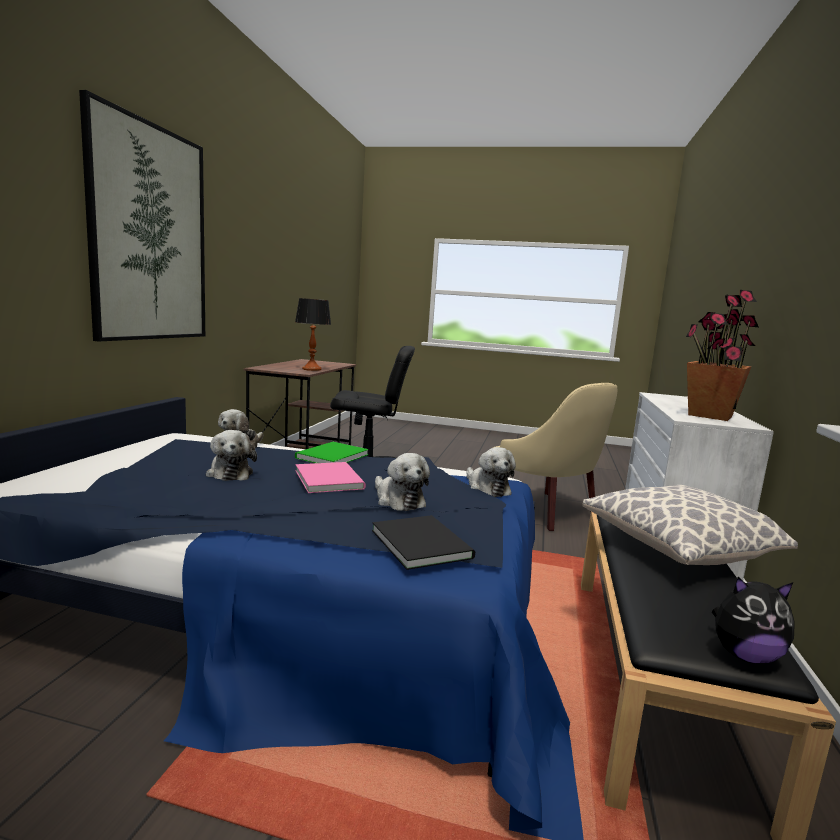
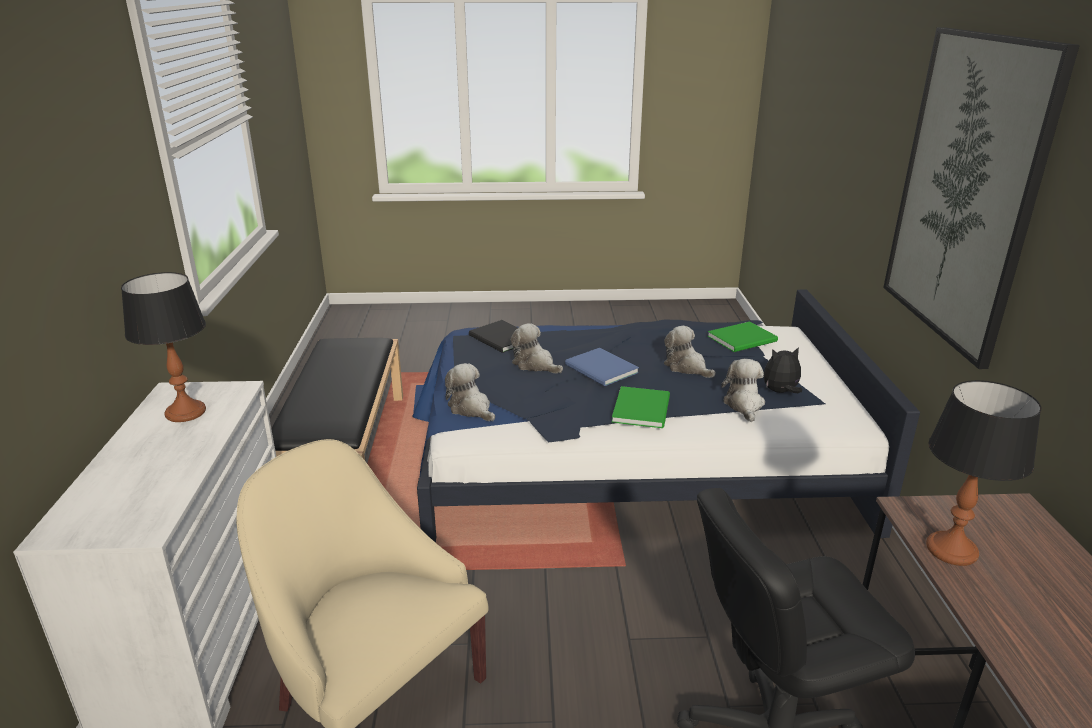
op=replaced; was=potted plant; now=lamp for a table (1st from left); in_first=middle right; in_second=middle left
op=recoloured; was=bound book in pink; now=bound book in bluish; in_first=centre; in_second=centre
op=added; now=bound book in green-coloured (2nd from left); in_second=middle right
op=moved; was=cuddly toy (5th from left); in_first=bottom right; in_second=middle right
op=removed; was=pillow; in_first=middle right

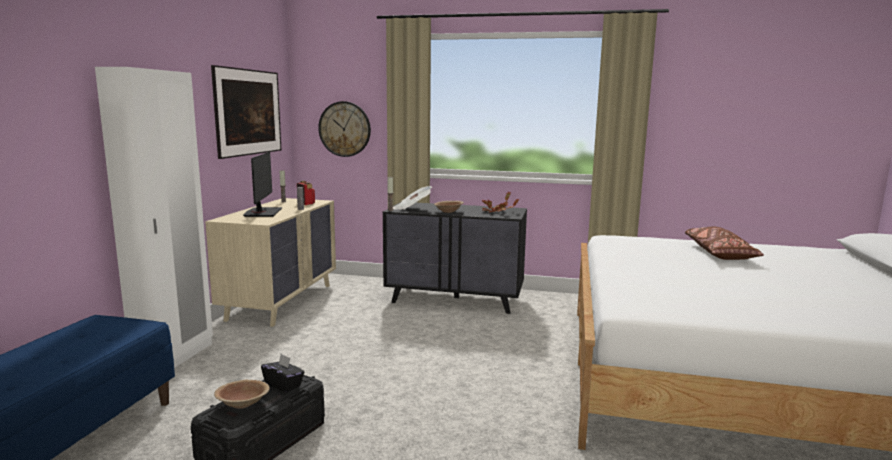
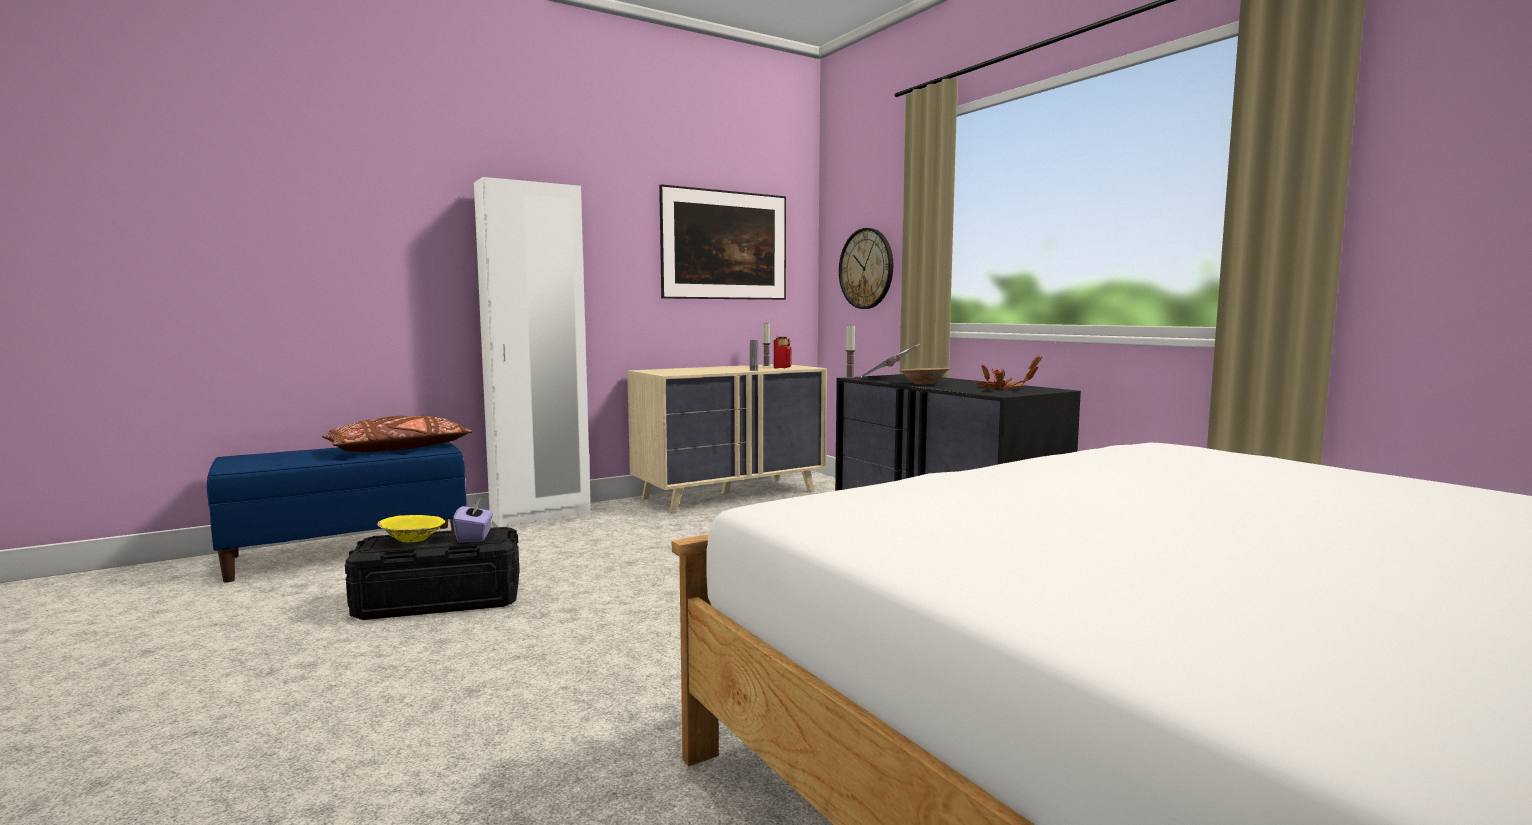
op=moved; was=pillow in brown-coloured; in_first=middle right; in_second=middle left
op=recoloured; was=serving bowl in brown-coloured (1st from left); now=serving bowl in yellow-coloured; in_first=bottom left; in_second=middle left
op=recoloured; was=tissue holder in black; now=tissue holder in purple-coloured; in_first=bottom left; in_second=middle left
op=removed; was=computer screen; in_first=middle left

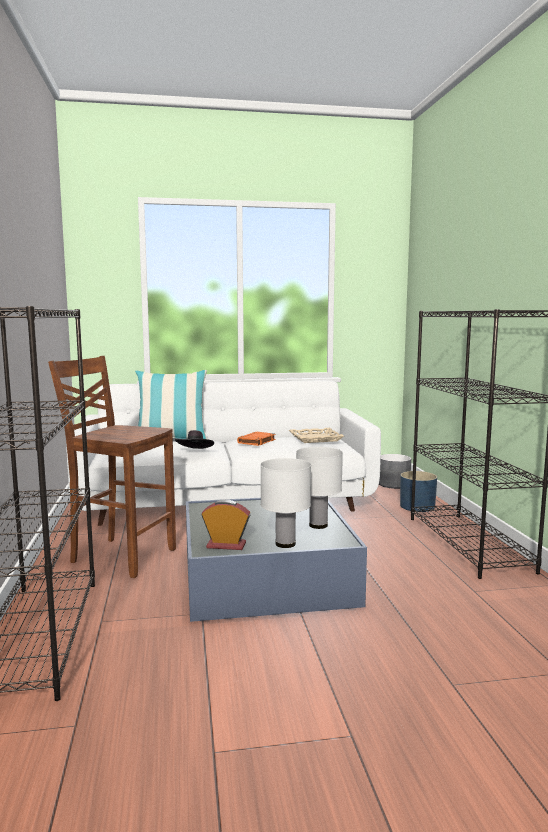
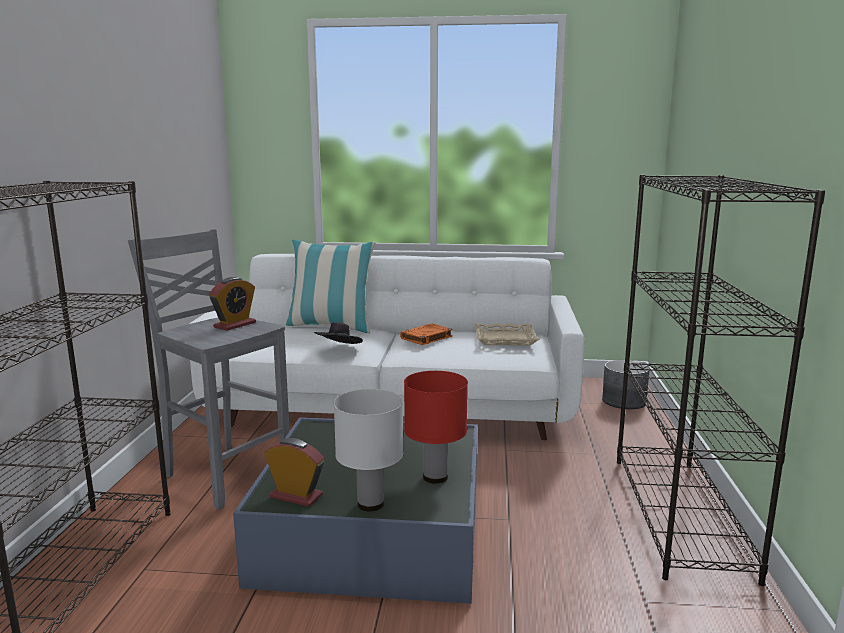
op=recoloured; was=sitting stool in brown-coloured; now=sitting stool in gray; in_first=middle left; in_second=middle left
op=added; now=bedside clock (1st from left); in_second=middle left
op=recoloured; was=lamp for a table in white (2nd from left); now=lamp for a table in red; in_first=centre; in_second=bottom centre
op=removed; was=planter in bluish; in_first=middle right

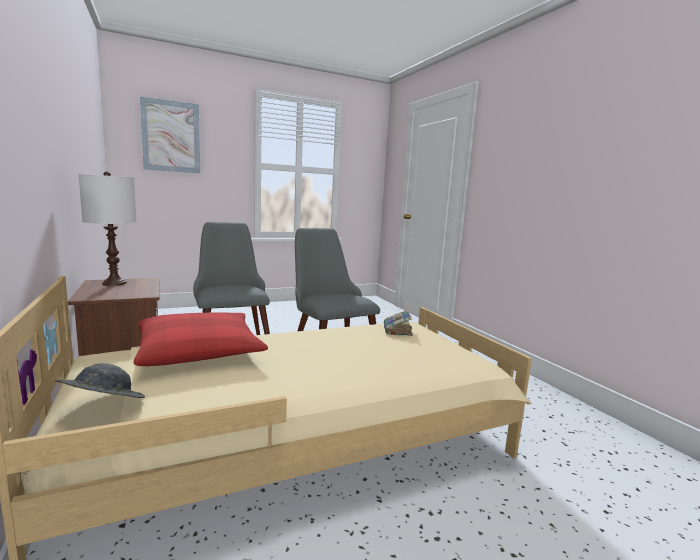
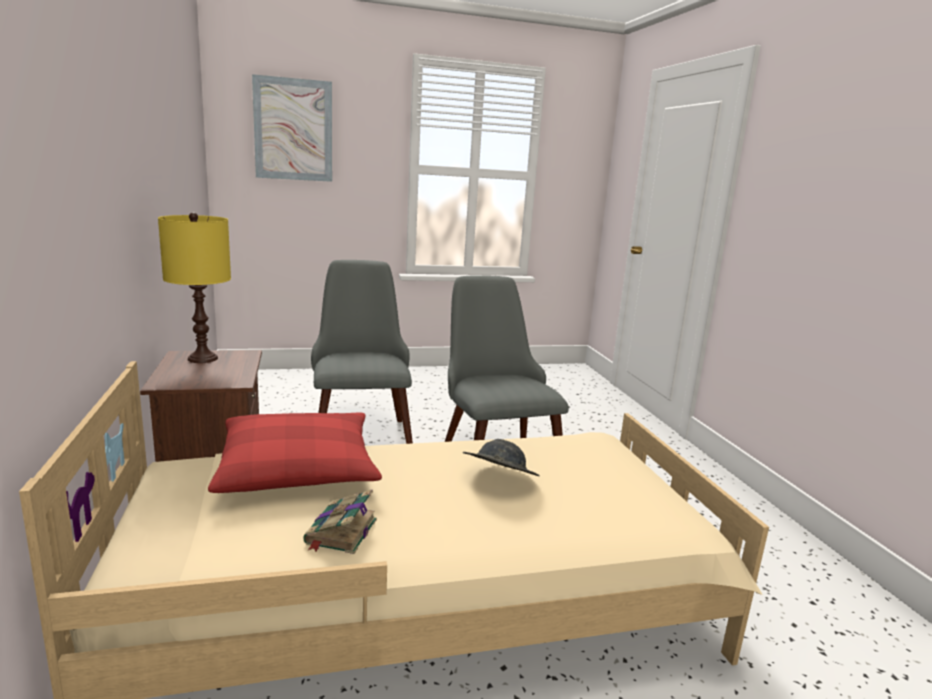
op=recoloured; was=lamp for a table in white; now=lamp for a table in yellow-coloured; in_first=middle left; in_second=middle left
op=moved; was=bound book; in_first=centre; in_second=bottom centre
op=moved; was=clothing hat in gray; in_first=bottom left; in_second=centre

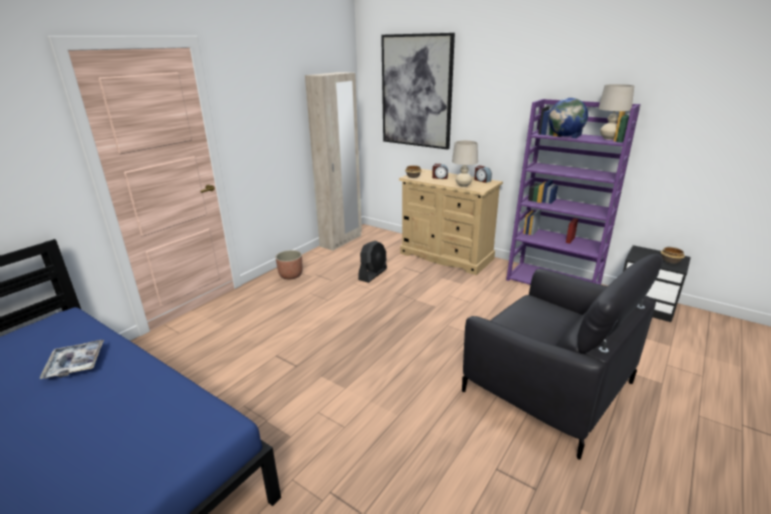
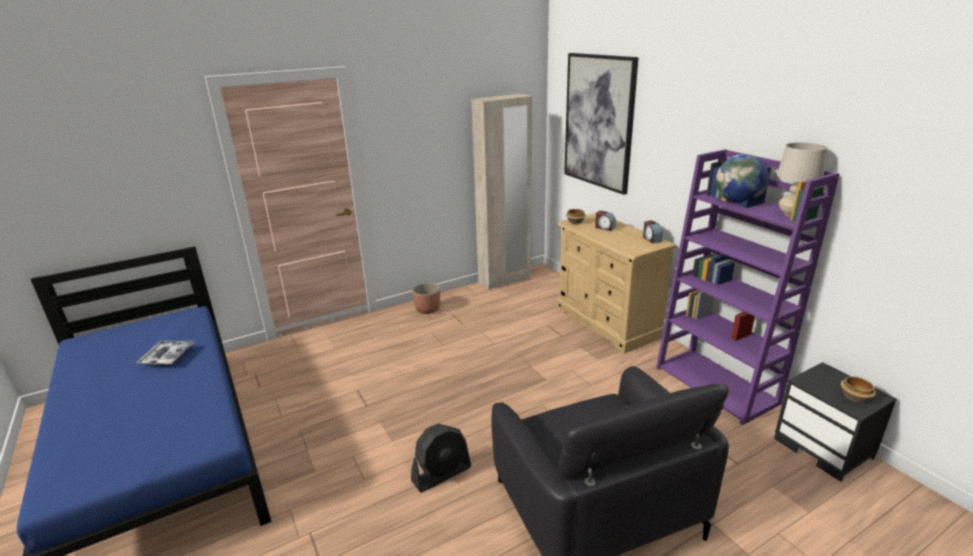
op=moved; was=cooling fan in black; in_first=centre; in_second=bottom centre
op=removed; was=lamp for a table in sand-coloured (1st from left); in_first=top centre

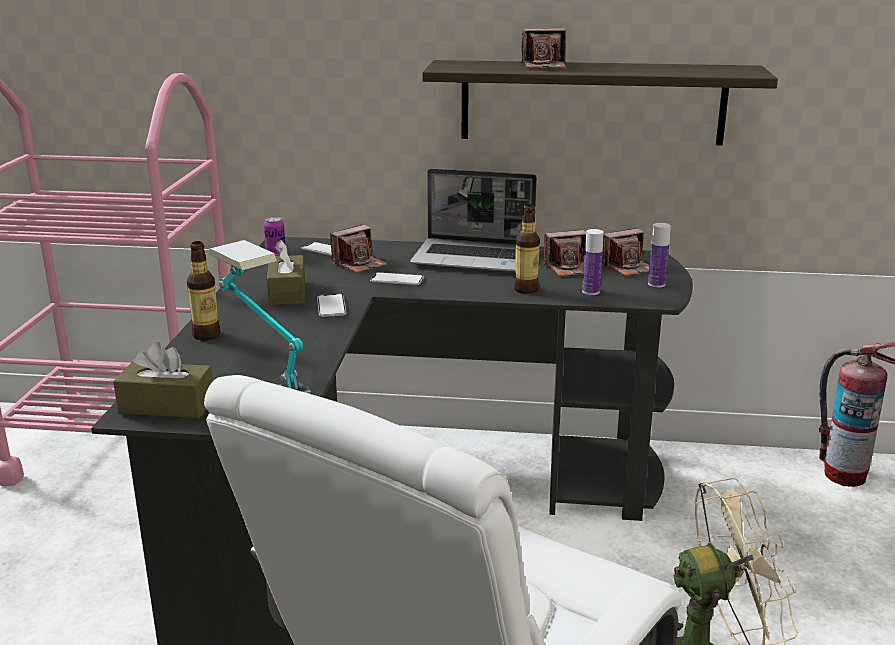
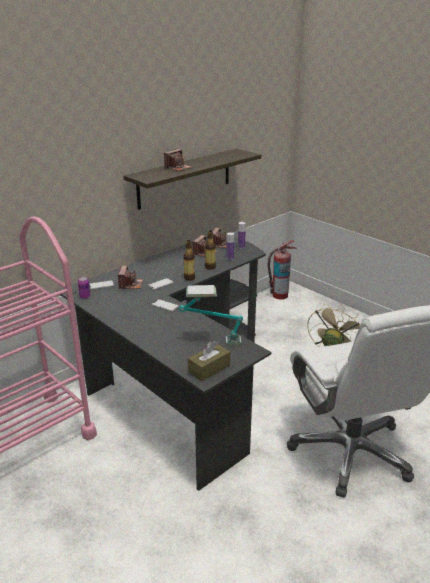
op=moved; was=drink bottle (1st from left); in_first=middle left; in_second=centre
op=removed; was=tissue holder in brown-coloured (2nd from left); in_first=middle left
op=removed; was=portable computer; in_first=centre

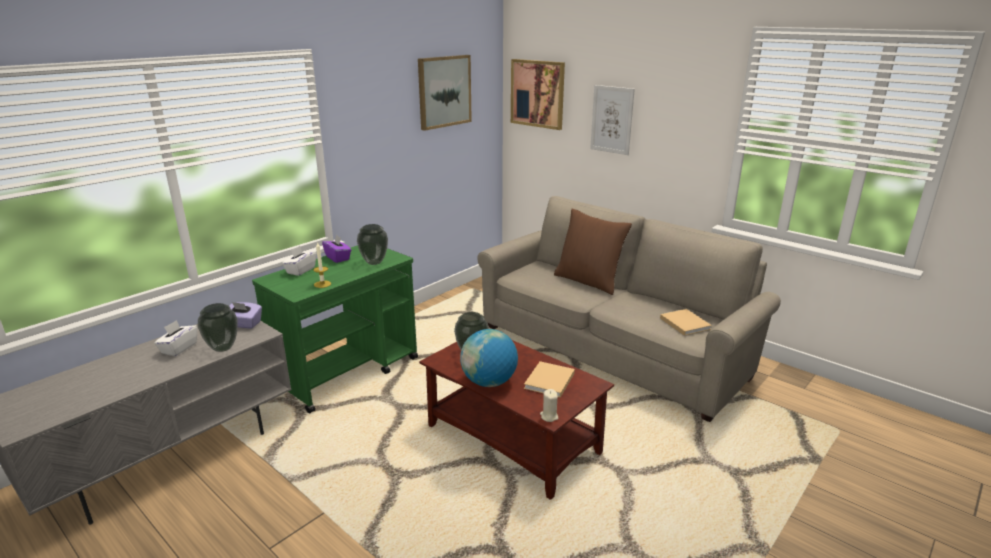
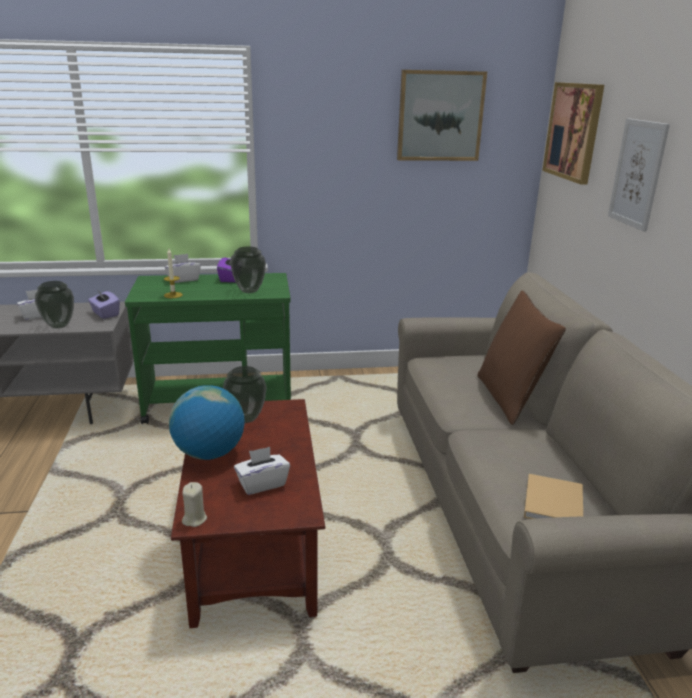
op=replaced; was=bound book in sand-coloured (1st from left); now=tissue holder in white (3rd from left); in_first=bottom centre; in_second=bottom centre

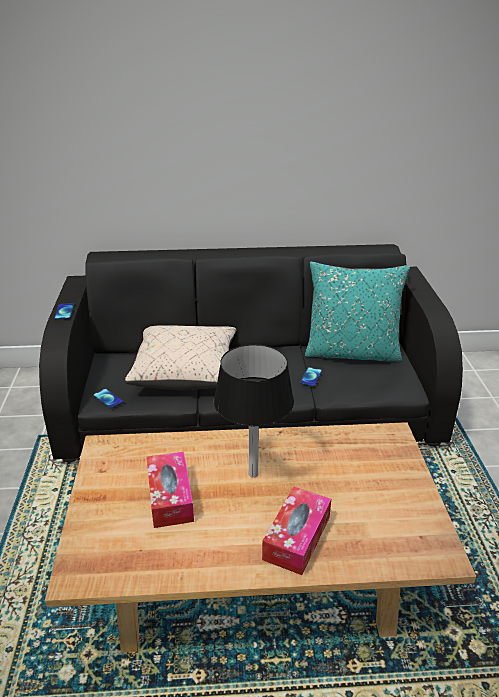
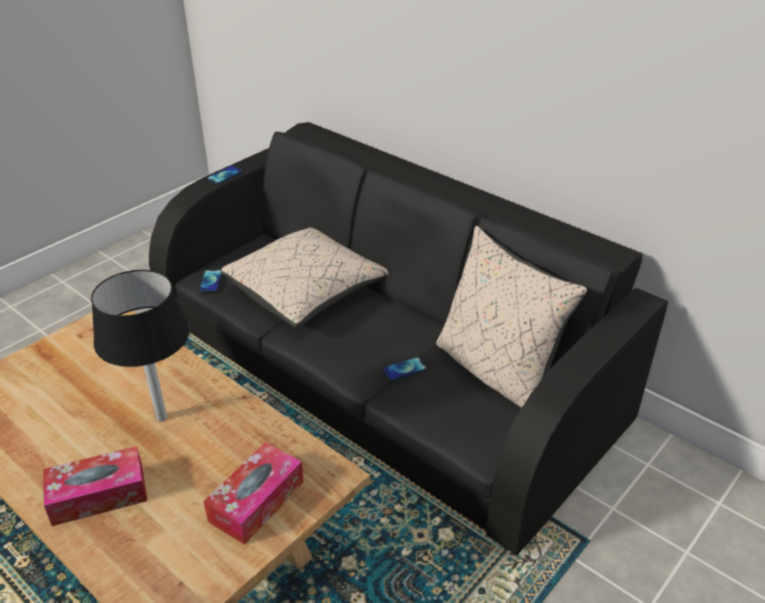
op=moved; was=tissue holder (1st from left in the first image); now=tissue holder (2nd from left); in_first=bottom centre; in_second=bottom left
op=recoloured; was=pillow in turquoise; now=pillow in sand-coloured (2nd from left); in_first=middle right; in_second=middle right

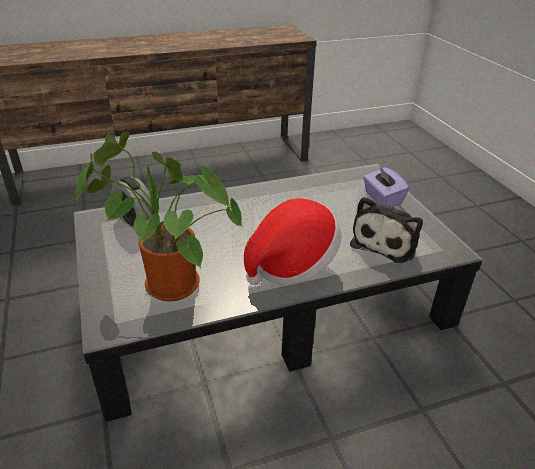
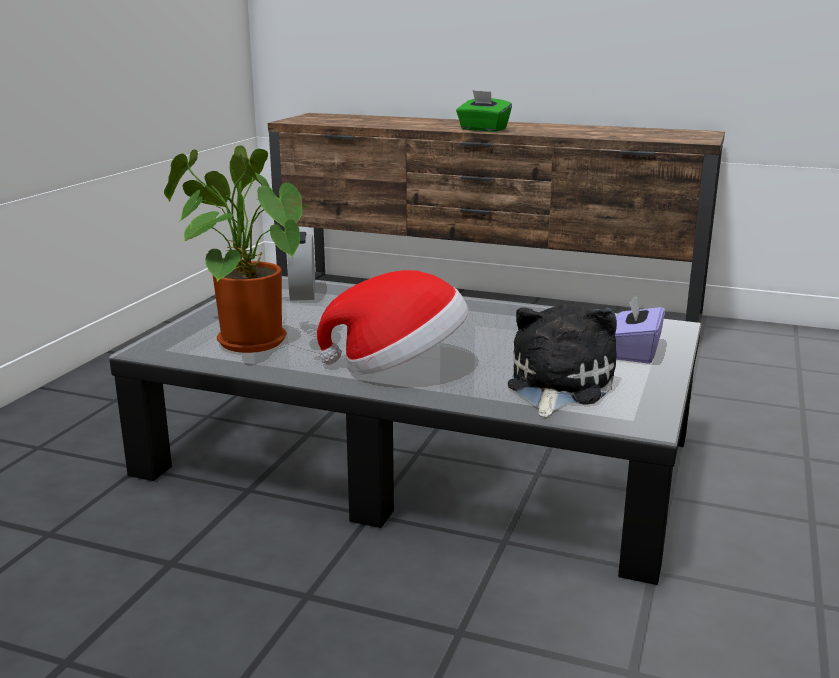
op=added; now=tissue holder in green-coloured; in_second=top centre
op=turned; was=cuddly toy; in_first=middle right; in_second=middle right; clockwise=135

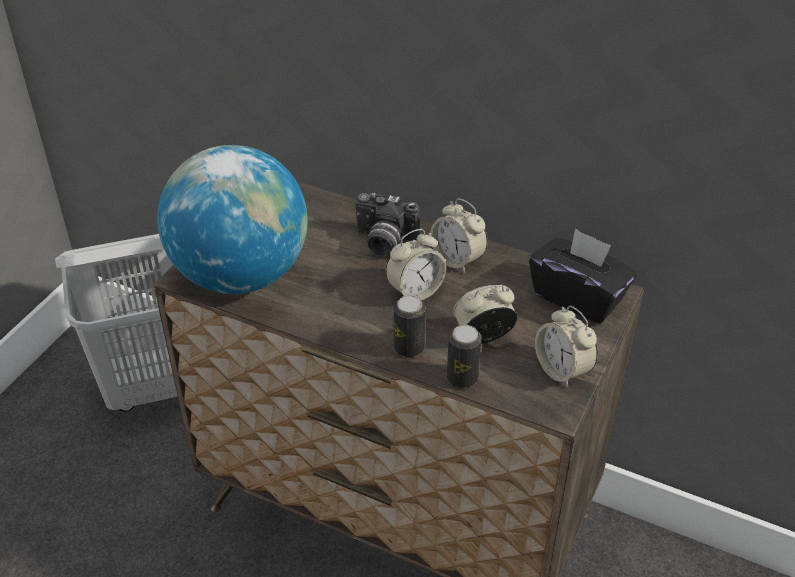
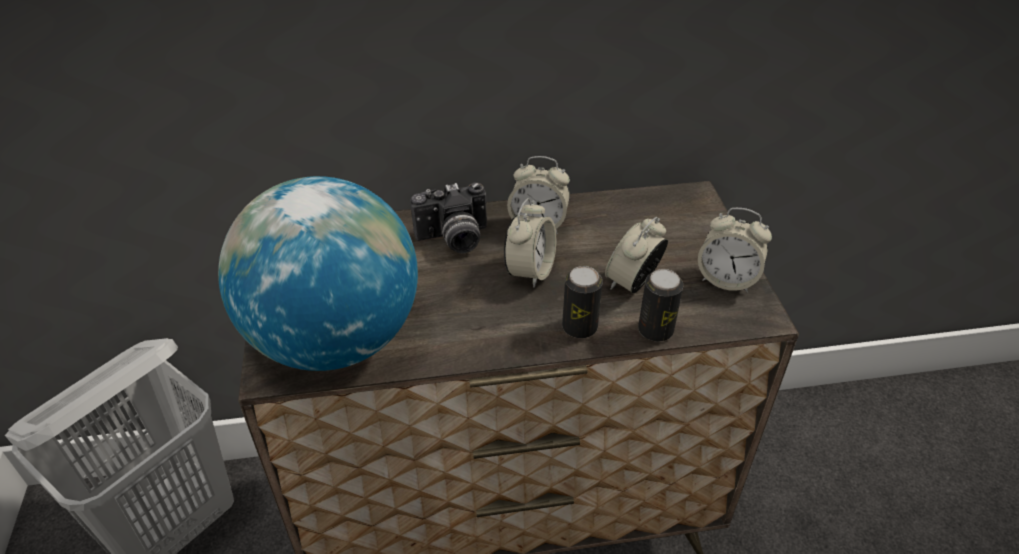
op=removed; was=tissue holder in black; in_first=middle right

